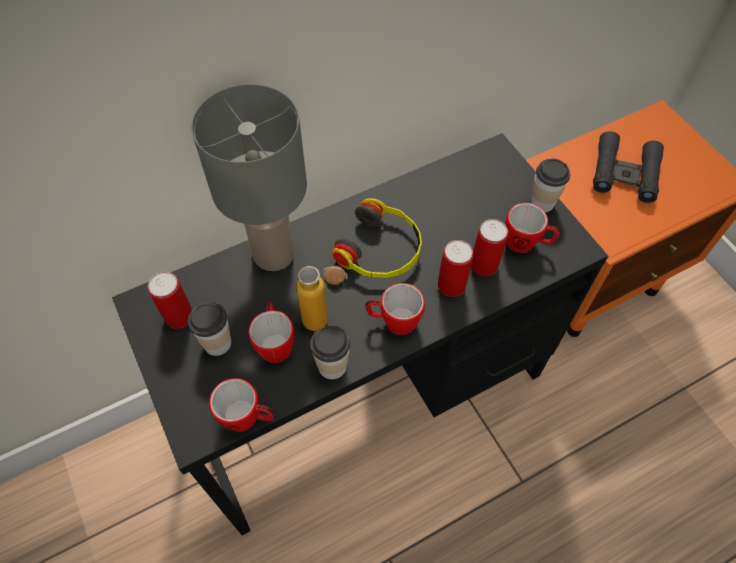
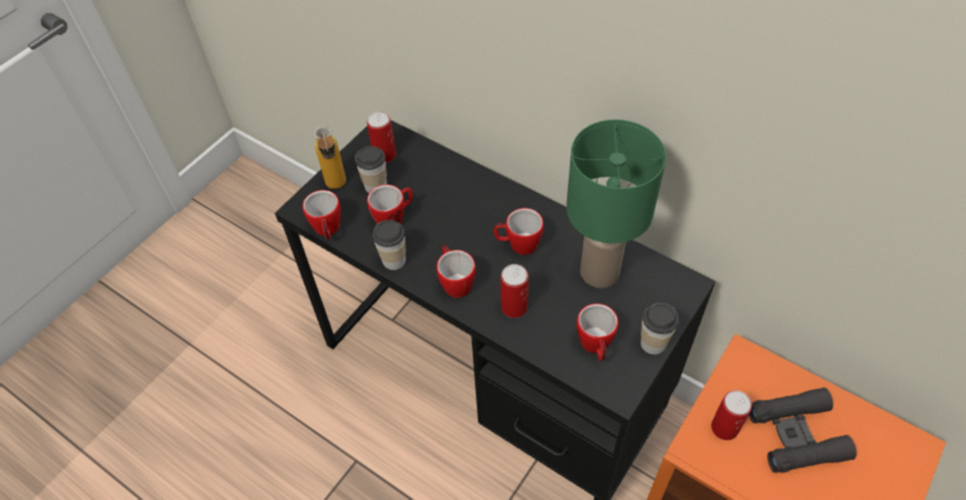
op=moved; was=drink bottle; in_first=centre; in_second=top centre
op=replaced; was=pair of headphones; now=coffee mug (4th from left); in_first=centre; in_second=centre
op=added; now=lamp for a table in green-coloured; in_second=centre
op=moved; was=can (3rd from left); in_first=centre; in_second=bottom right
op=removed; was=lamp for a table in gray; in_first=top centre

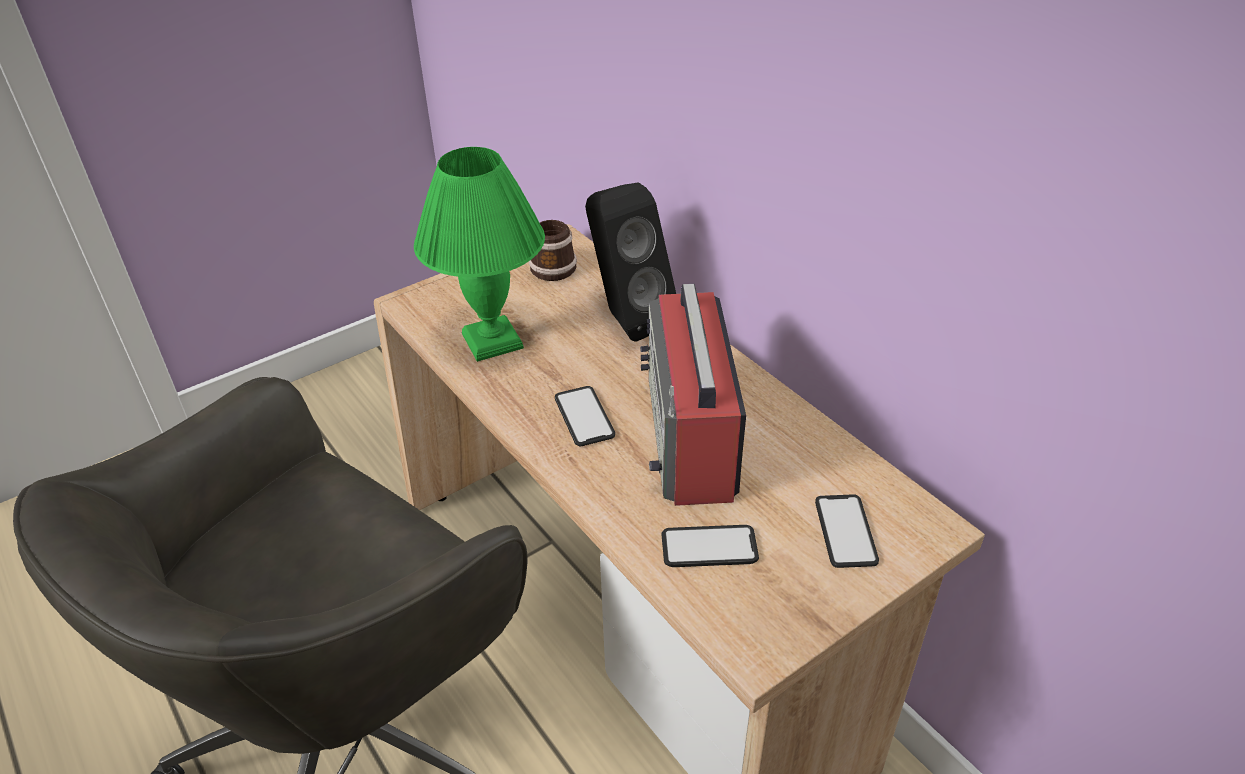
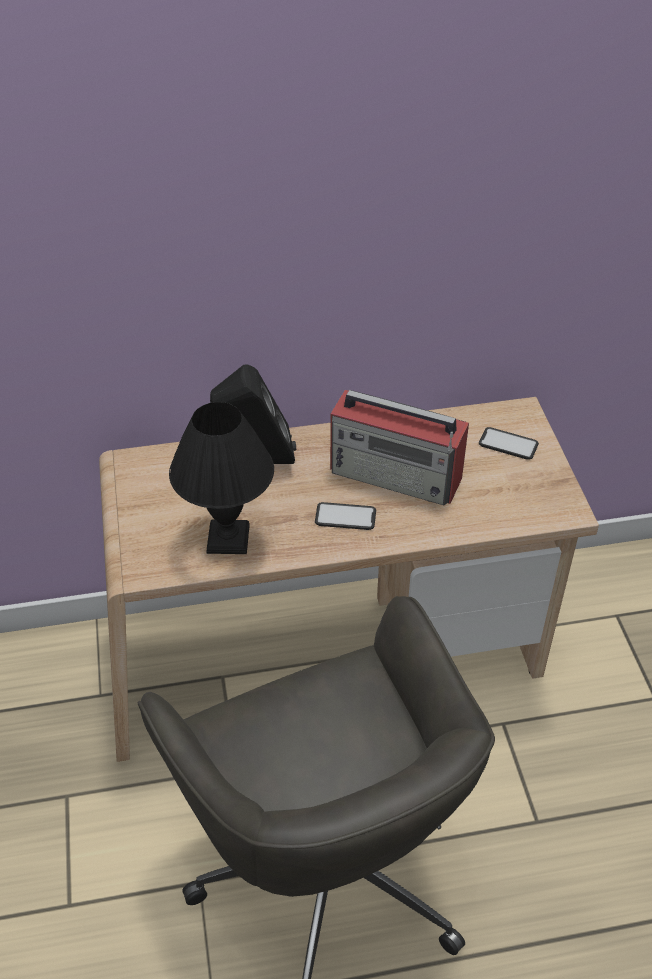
op=recoloured; was=lamp for a table in green-coloured; now=lamp for a table in black; in_first=top centre; in_second=centre
op=removed; was=coffee mug; in_first=top centre
op=removed; was=telephone (2nd from left); in_first=bottom centre

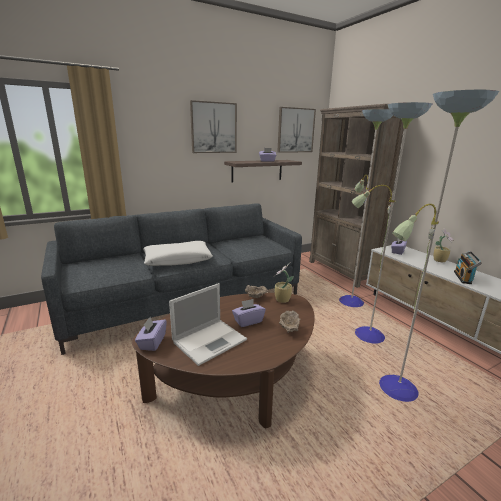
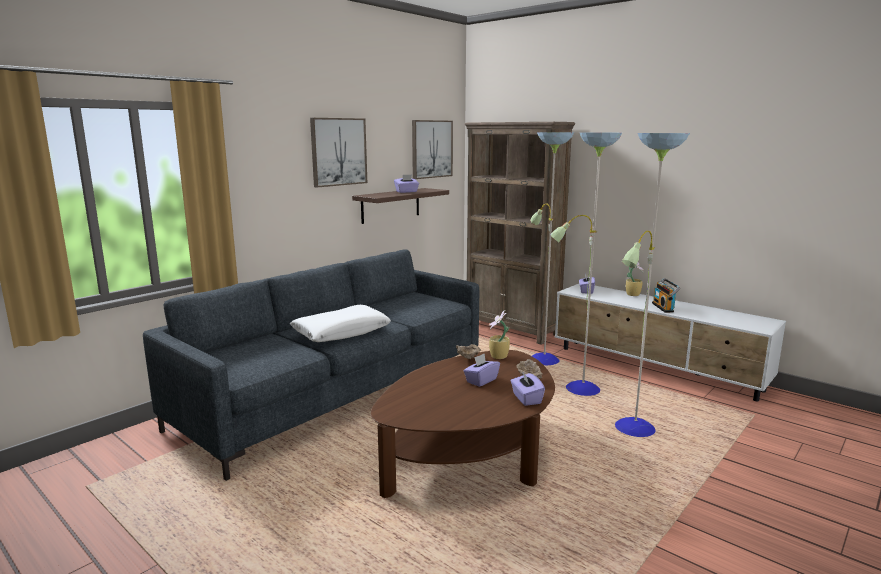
op=moved; was=tissue holder in purple-coloured (1st from left in the first image); now=tissue holder in purple-coloured (3rd from left); in_first=bottom left; in_second=bottom centre
op=removed; was=portable computer; in_first=centre

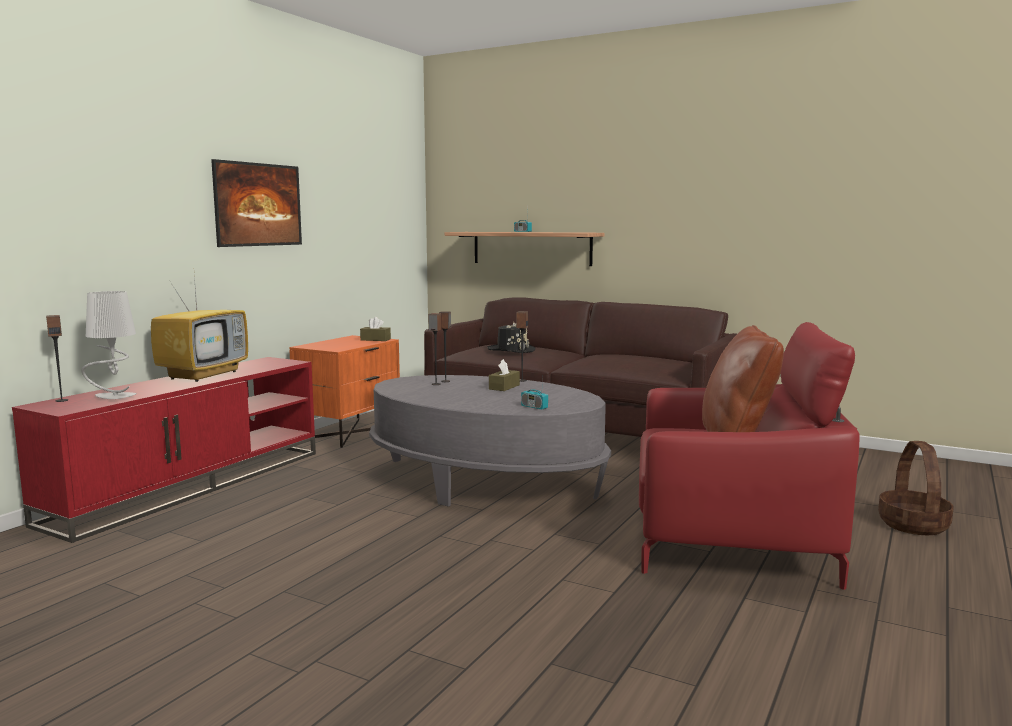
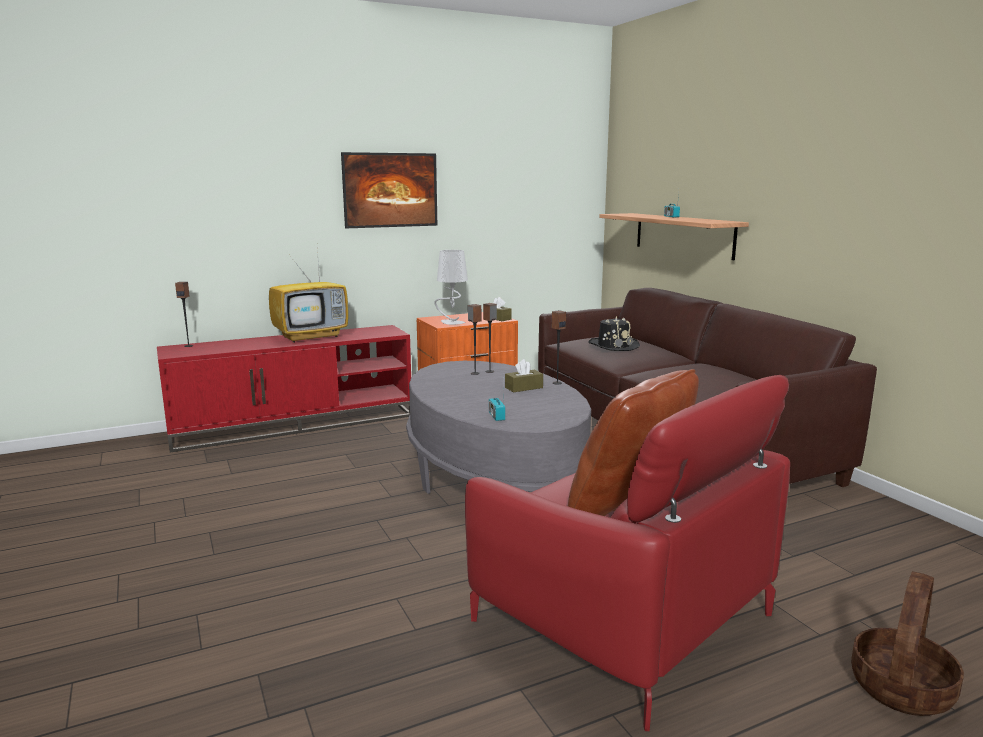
op=moved; was=lamp for a table in gray; in_first=middle left; in_second=centre

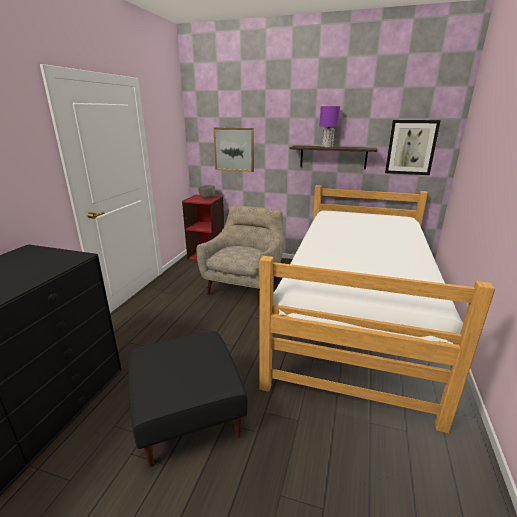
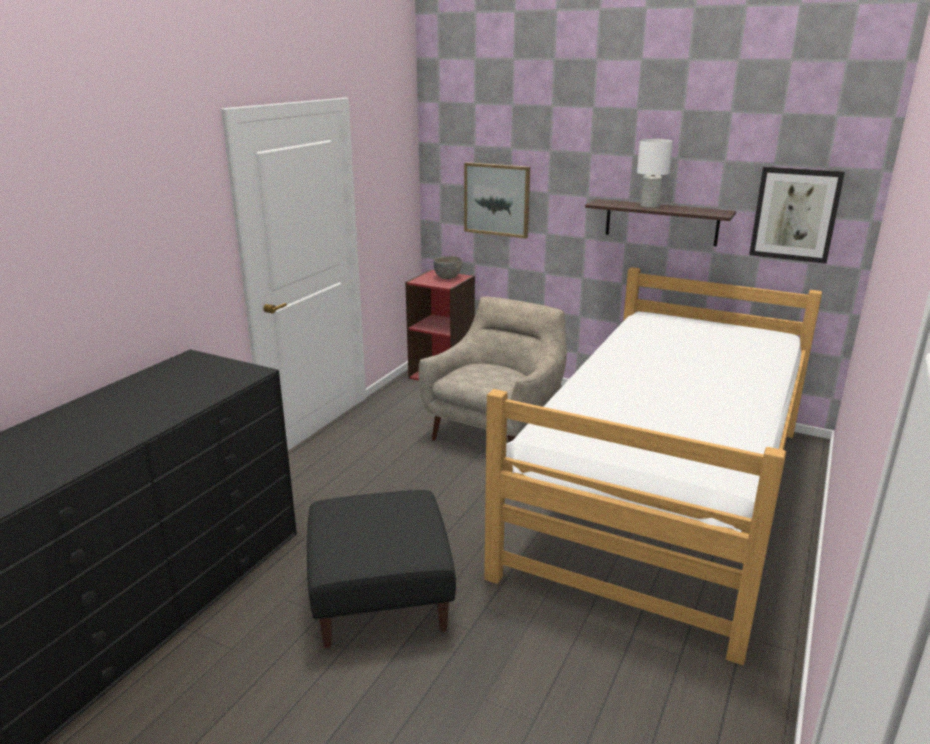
op=recoloured; was=lamp for a table in purple-coloured; now=lamp for a table in white; in_first=top centre; in_second=top right

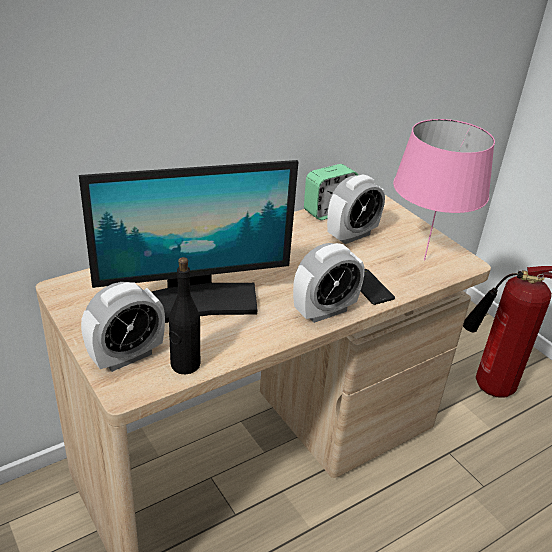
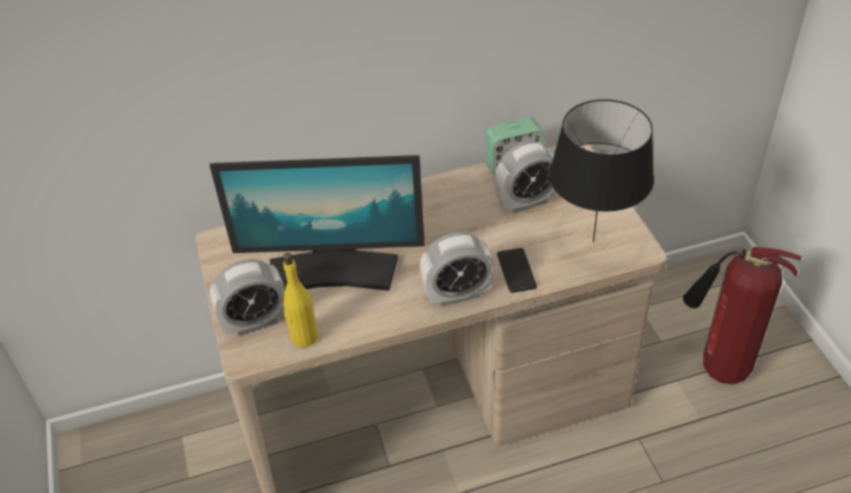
op=recoloured; was=drink bottle in black; now=drink bottle in yellow-coloured; in_first=centre; in_second=centre
op=recoloured; was=lamp for a table in pink; now=lamp for a table in black; in_first=middle right; in_second=middle right

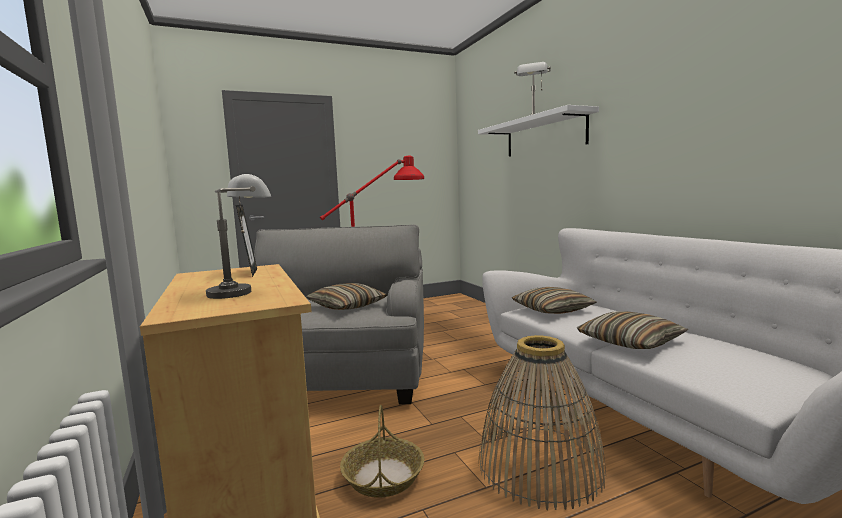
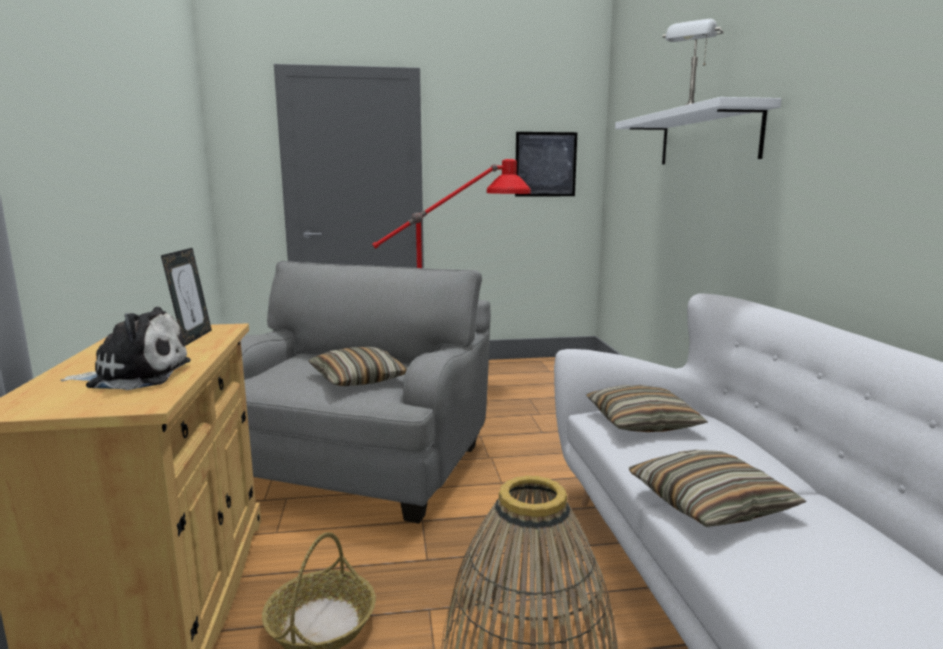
op=replaced; was=lamp for a table in gray (1st from left); now=cuddly toy; in_first=middle left; in_second=middle left
op=added; now=wall picture; in_second=top centre

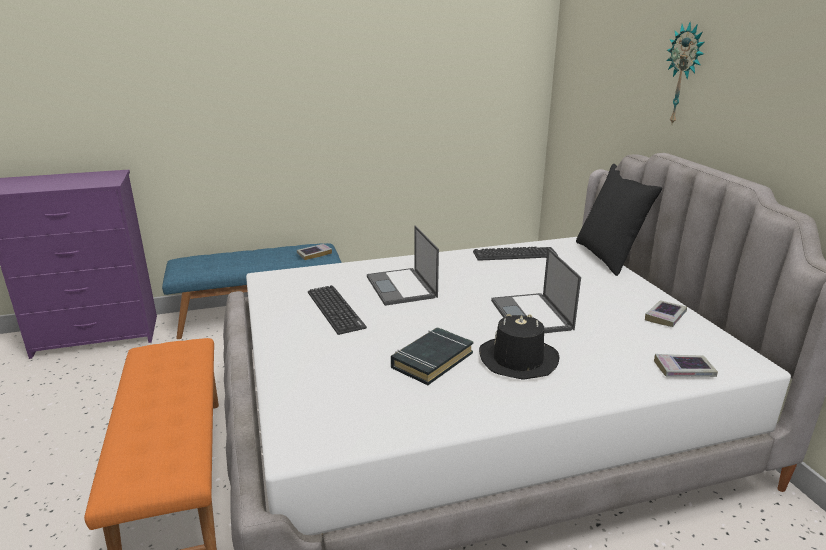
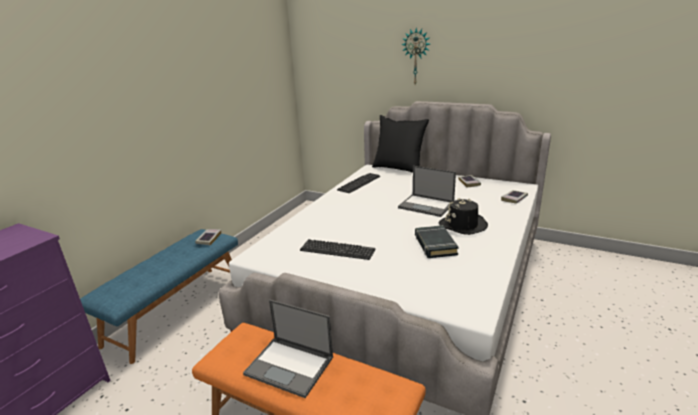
op=moved; was=portable computer (1st from left); in_first=centre; in_second=bottom centre

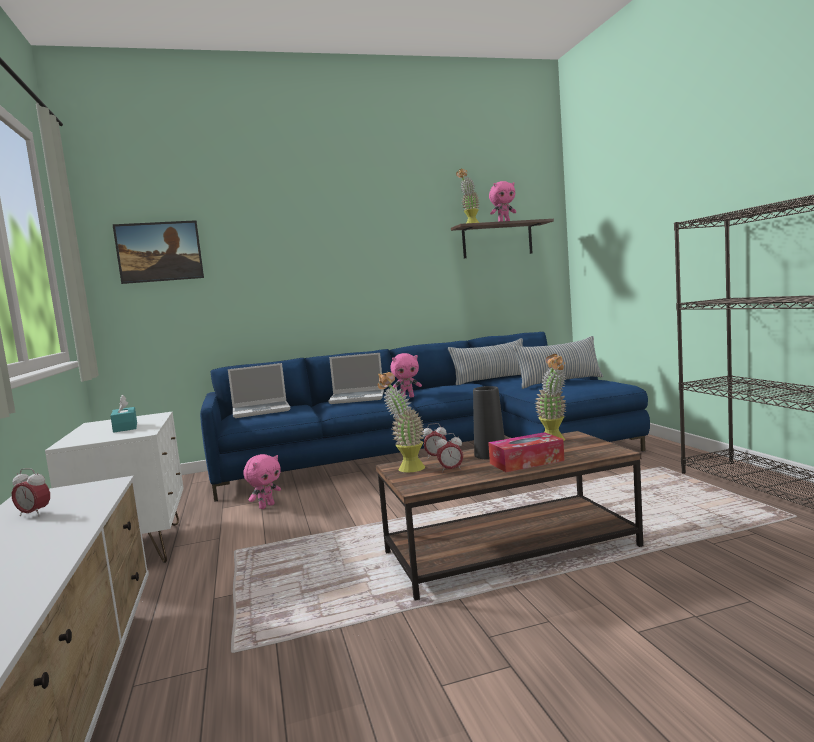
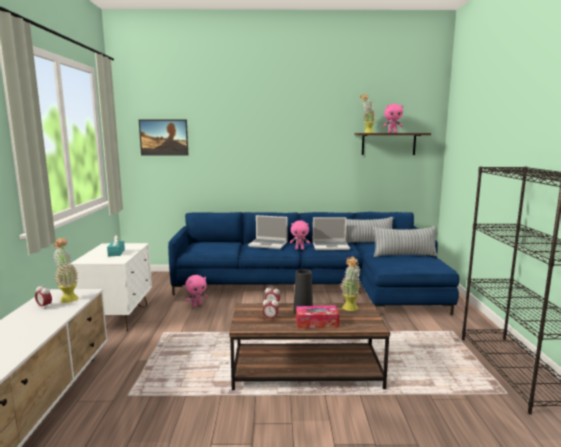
op=moved; was=potted plant (1st from left); in_first=centre; in_second=middle left
op=moved; was=portable computer (1st from left in the first image); now=portable computer (2nd from left); in_first=middle left; in_second=centre

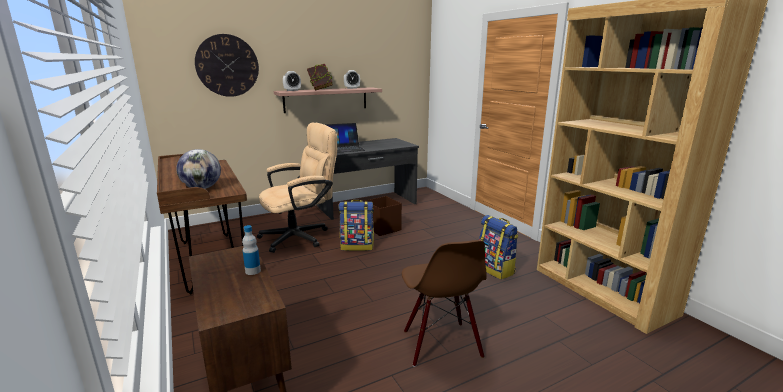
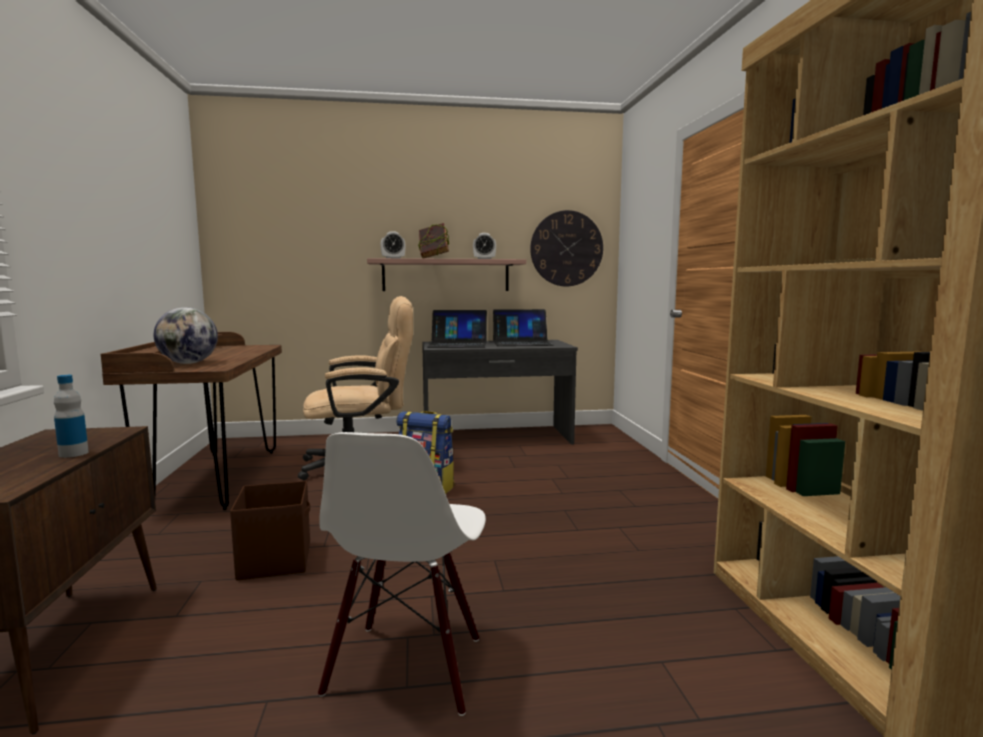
op=moved; was=storage bin in brown-coloured; in_first=centre; in_second=bottom left
op=recoloured; was=chair in brown-coloured; now=chair in white; in_first=bottom centre; in_second=bottom centre
op=added; now=portable computer (2nd from left); in_second=centre
op=moved; was=wall clock; in_first=top left; in_second=centre
op=removed; was=knapsack (2nd from left); in_first=centre

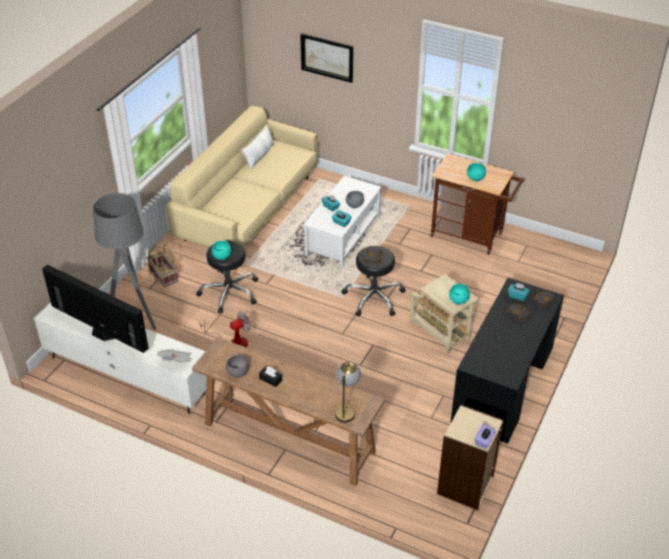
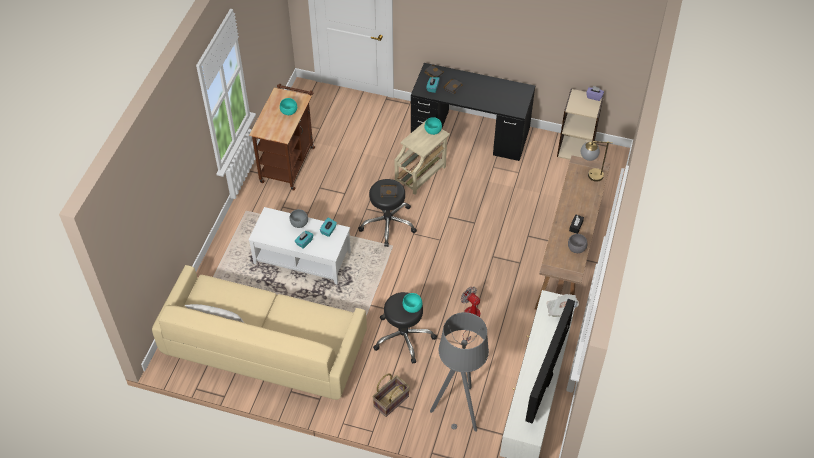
op=removed; was=wall picture; in_first=top centre

